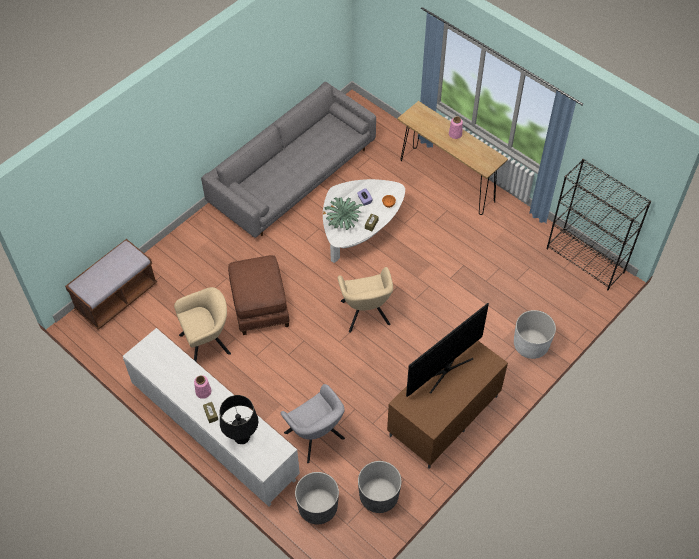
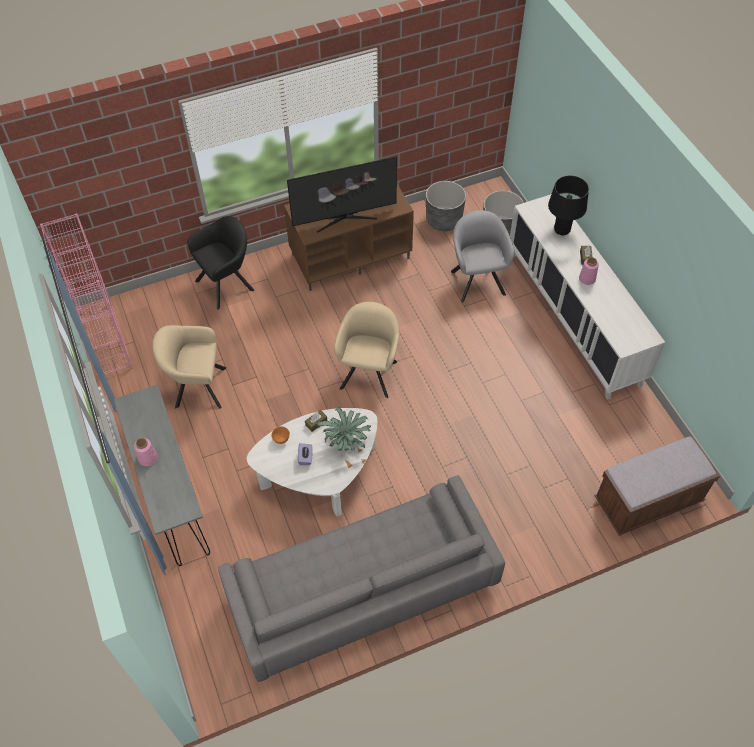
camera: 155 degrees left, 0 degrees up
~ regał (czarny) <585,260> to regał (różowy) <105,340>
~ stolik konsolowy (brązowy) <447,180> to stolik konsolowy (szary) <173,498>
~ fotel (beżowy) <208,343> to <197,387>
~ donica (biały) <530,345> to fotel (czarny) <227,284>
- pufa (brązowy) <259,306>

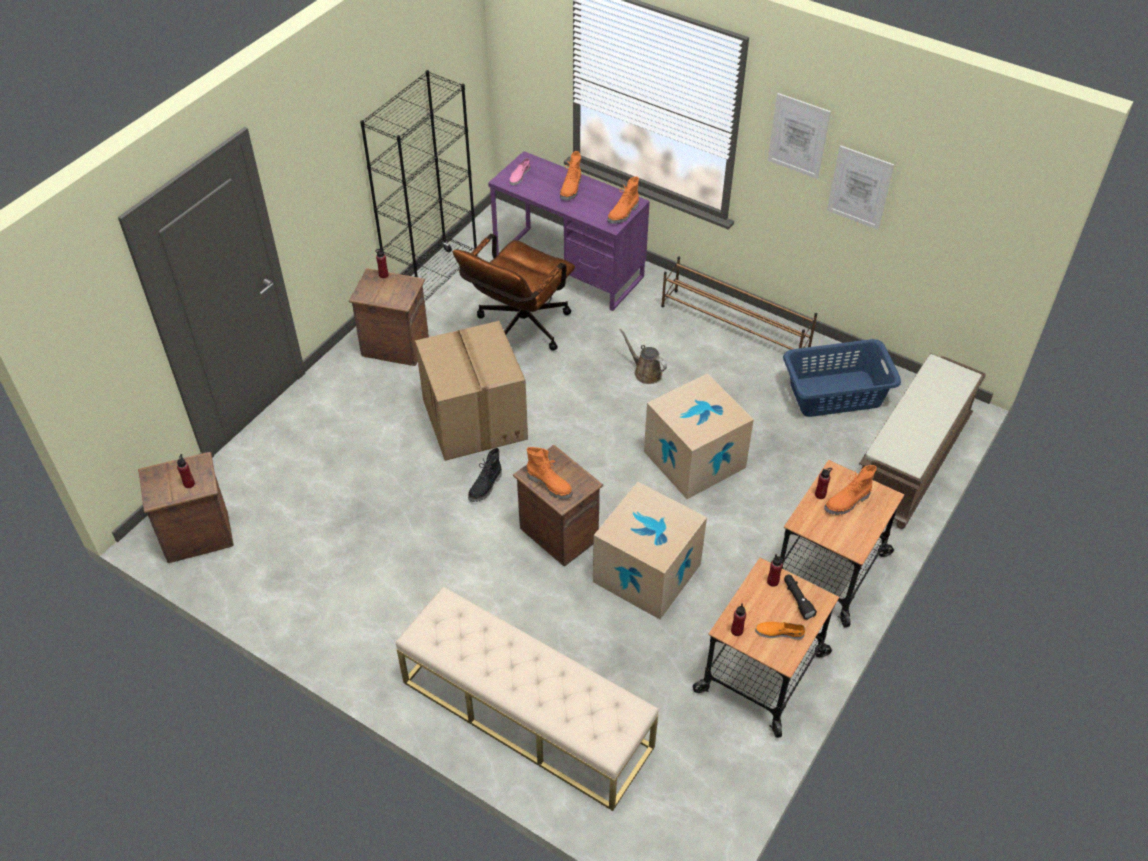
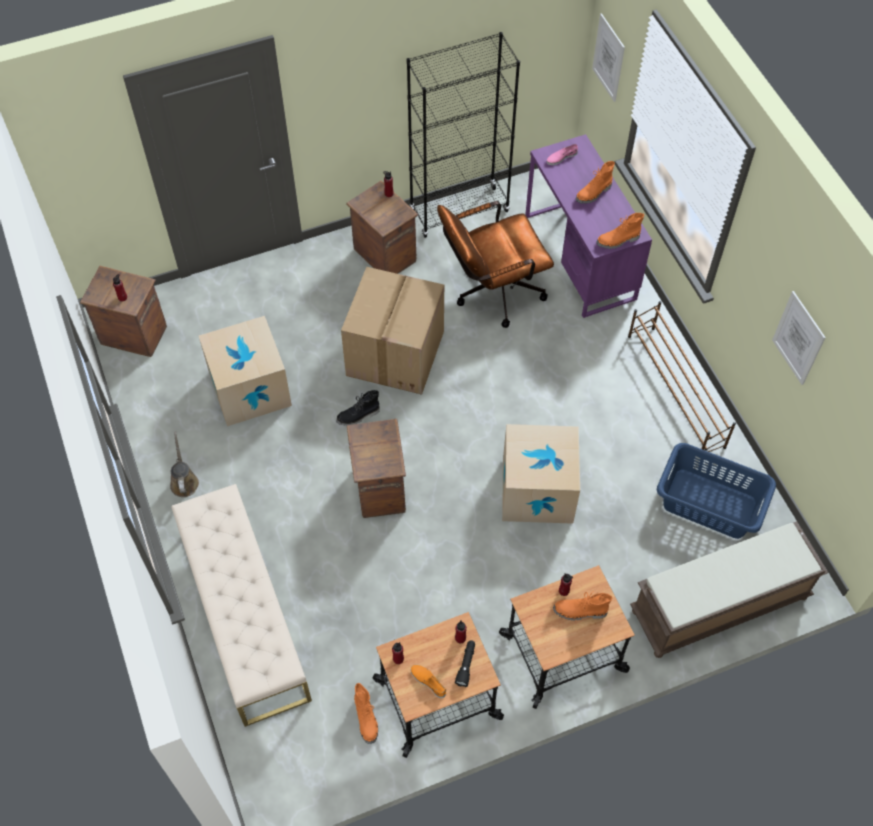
camera: 35 degrees right, 10 degrees up
~ konewka (brązowy) <645,372> to <184,481>
~ karton <647,573> to <250,389>
~ but z cholewką (pomarańczowy) <550,484> to <367,719>
~ obraz <798,136> to <608,58>

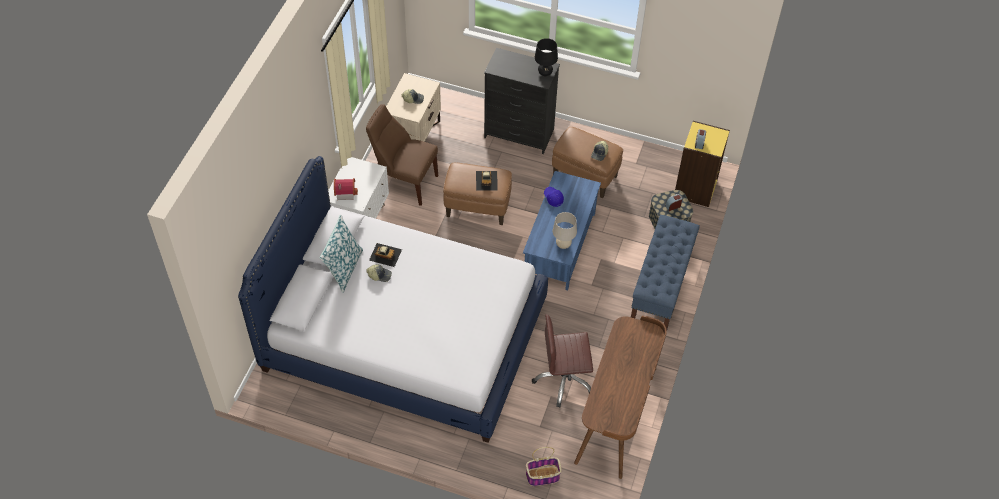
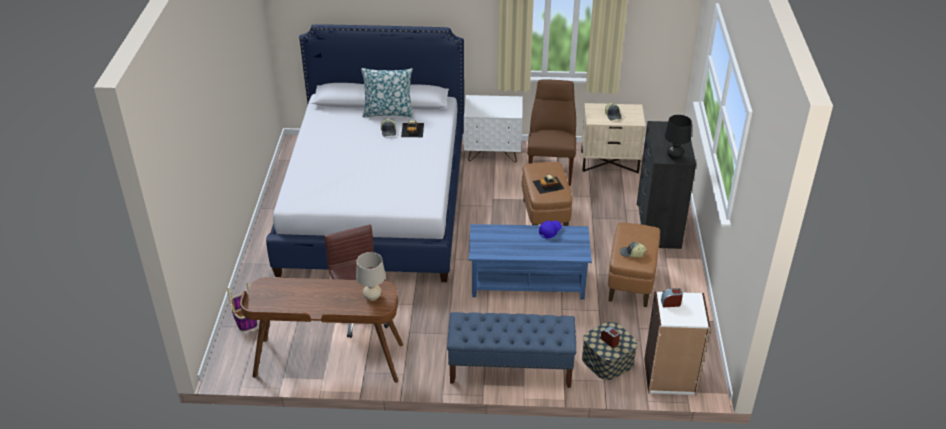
camera: 75 degrees right, 15 degrees down
~ lampa stołowa (beżowy) <563,245> to <372,297>
~ regał (żółty) <696,188> to regał (biały) <669,377>
- domek <344,192>

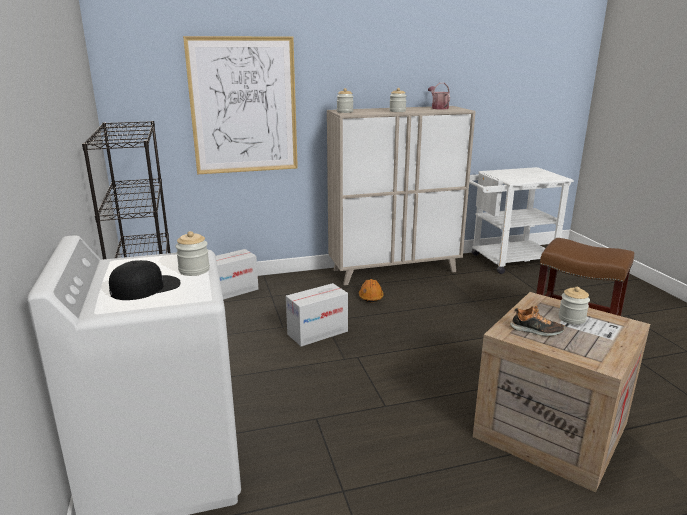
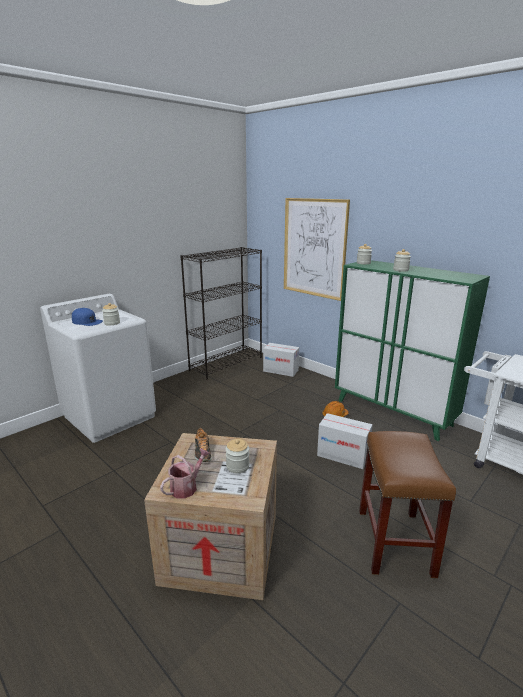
camera: 60 degrees right, 0 degrees up
~ czapka z daszkiem (czarny) <146,287> to czapka z daszkiem (niebieski) <87,321>
~ konewka <438,108> to <186,487>
~ karton <317,332> to <343,455>
~ szafka (beżowy) <394,270> to szafka (zielony) <393,412>

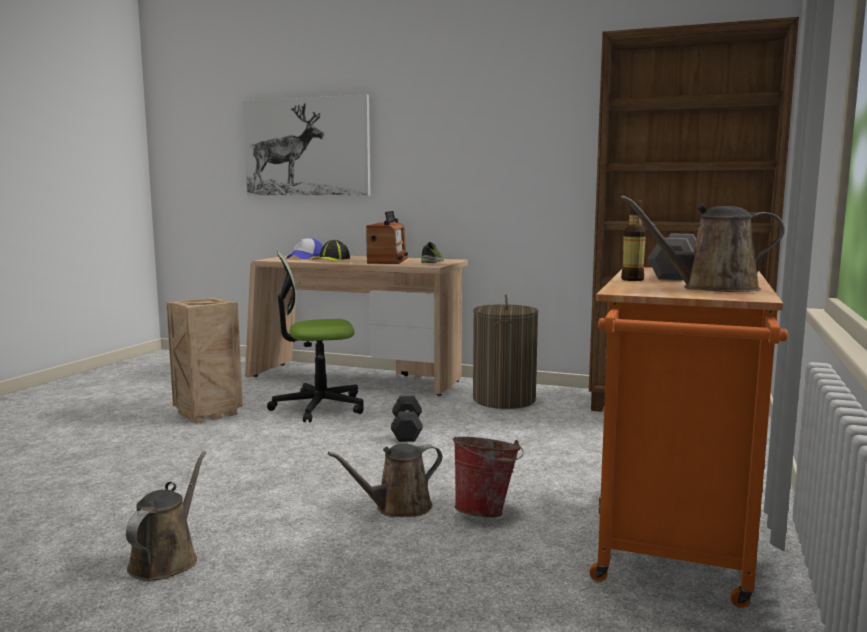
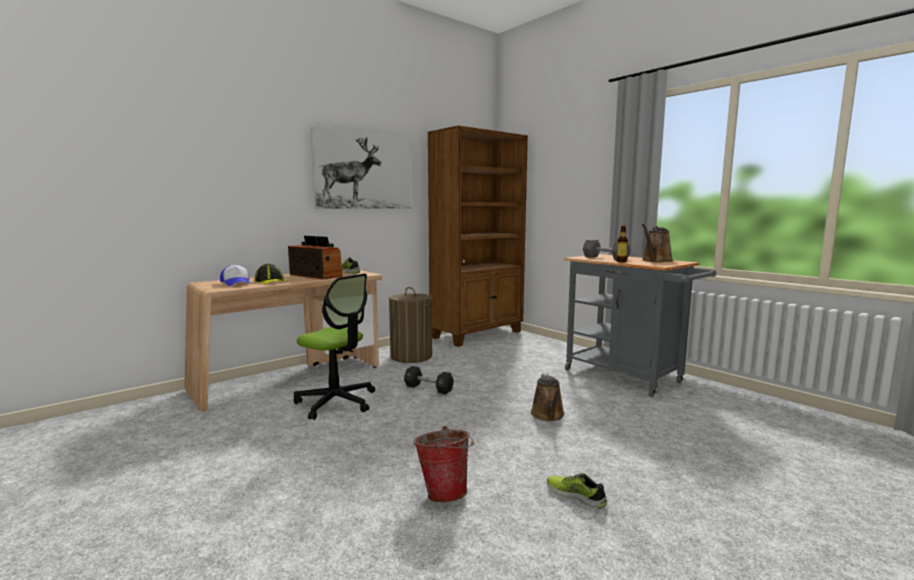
camera: 60 degrees left, 0 degrees up
~ krzesło biurowe <318,407> = <336,402> 75 degrees counterclockwise
~ obraz <306,147> to <364,171>
~ wiadro <486,511> to <444,491>
~ konewka (brązowy) <167,559> to but <576,495>
~ wózek (pomarańczowy) <673,548> to wózek (szary) <629,378>
- skrzynka <208,413>

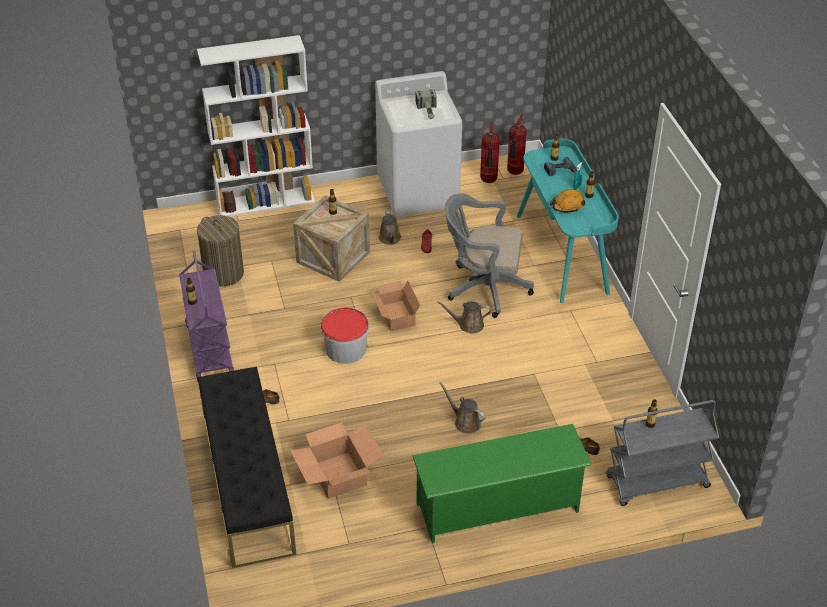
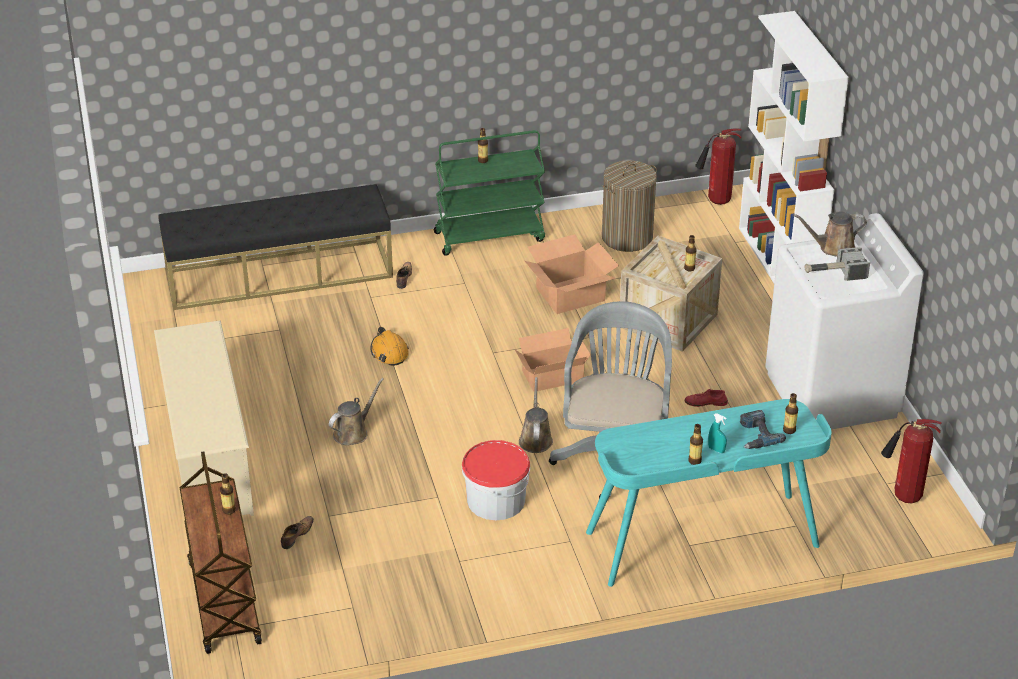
camera: 90 degrees right, 5 degrees down
~ regał na buty (zielony) <498,508> to regał na buty (beżowy) <208,456>
~ wózek (szary) <656,483> to wózek (brązowy) <224,601>
~ kask (pomarańczowy) <567,205> to <389,352>
~ wózek (fioletowy) <209,349> to wózek (zielony) <490,236>
~ wiadro <346,349> to <495,500>
~ karton <338,475> to <570,294>
~ gaśnica <489,181> to <716,201>
~ konewka (brązowy) <390,239> to <833,248>

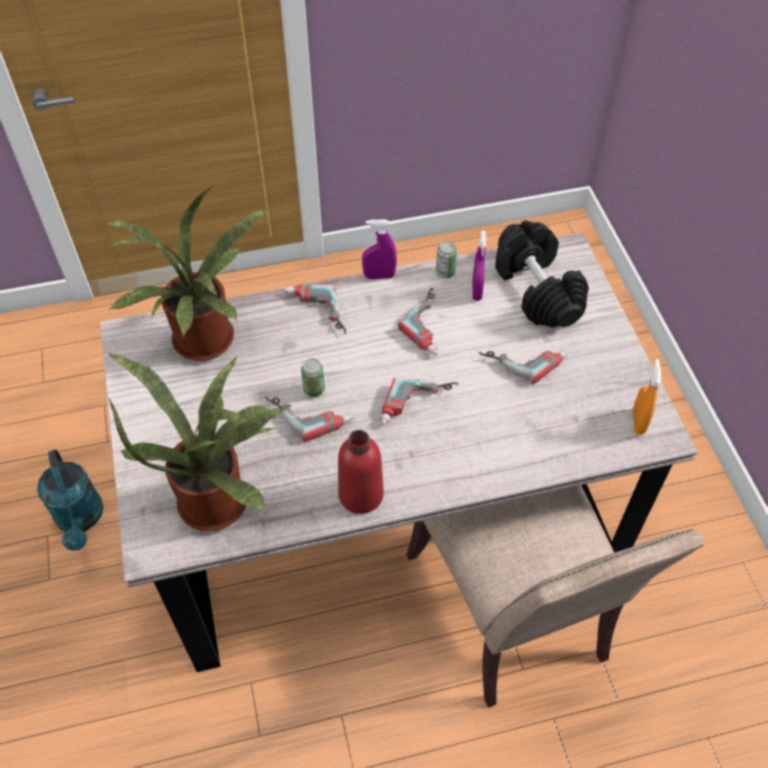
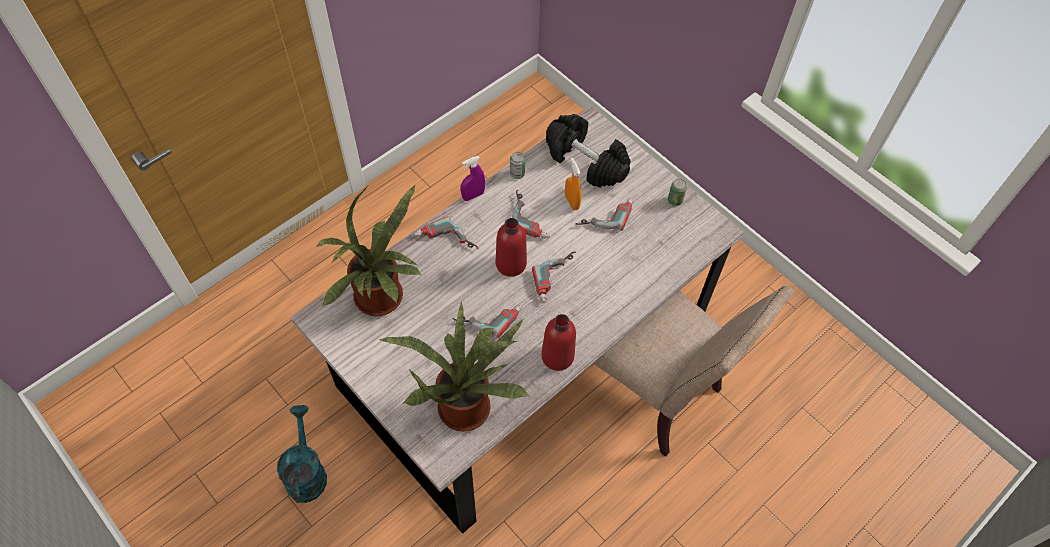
camera: 30 degrees left, 5 degrees up
~ konewka (turkusowy) <80,519> = <306,471> 135 degrees counterclockwise
+ butelka (czerwony) <511,264>
~ spryskiwacz (pomarańczowy) <638,422> to <571,202>
~ puszka <314,390> to <675,200>
- spryskiwacz (fioletowy) <476,291>

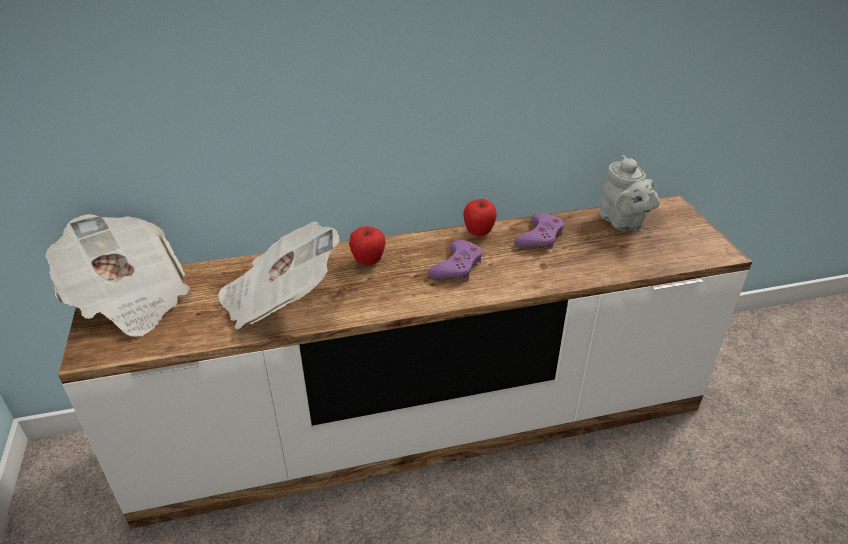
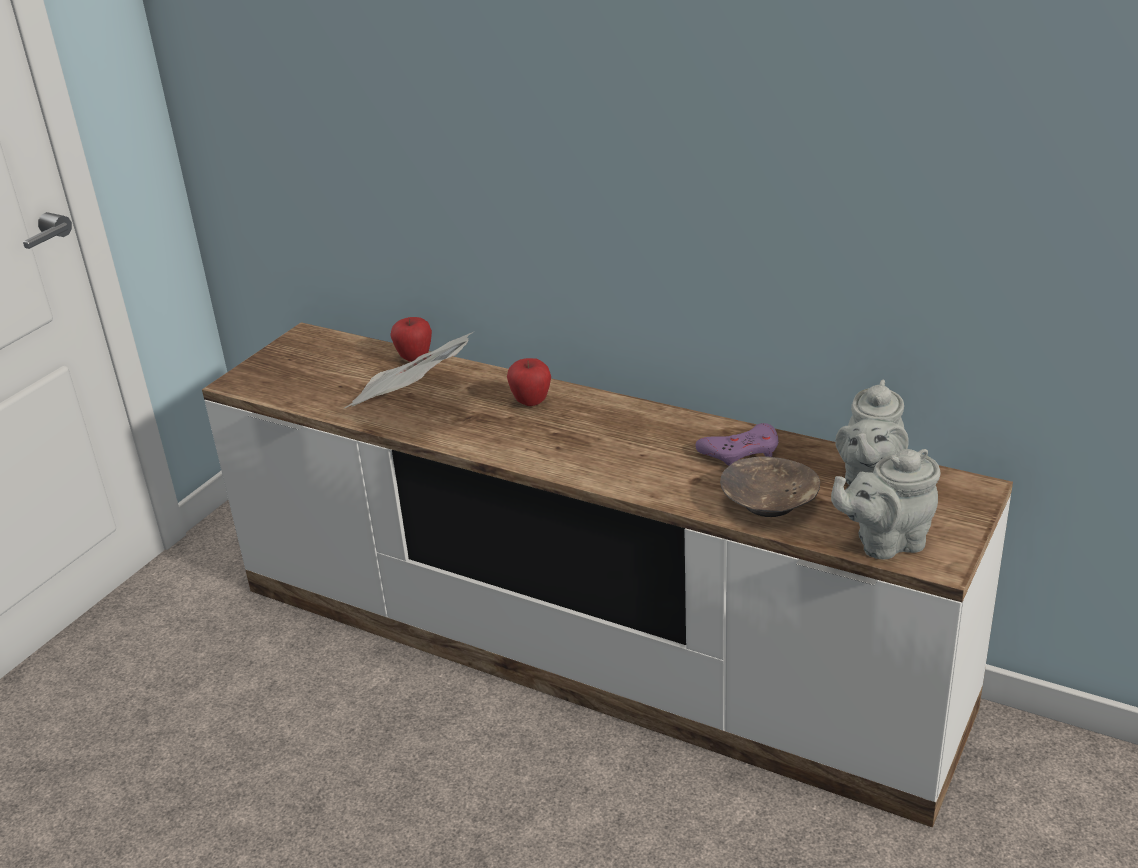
camera: 45 degrees right, 5 degrees down
~ jabłko <478,233> to <414,358>
+ miska (brązowy) <769,502>
+ imbryk (szary) <885,542>
- gazeta <129,299>
- pad do gier (fioletowy) <457,266>

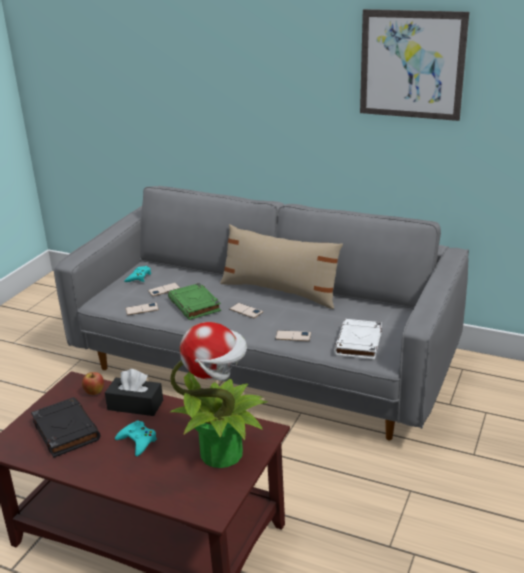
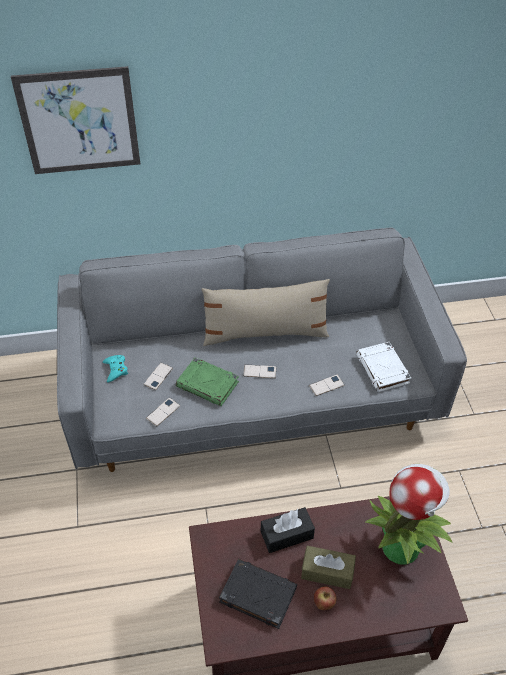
camera: 35 degrees left, 20 degrees up
~ obraz <411,65> to <79,121>
~ pad do gier (turkusowy) <137,441> to pudełko chusteczek (brązowy) <327,572>
~ jabłko <94,393> to <324,603>

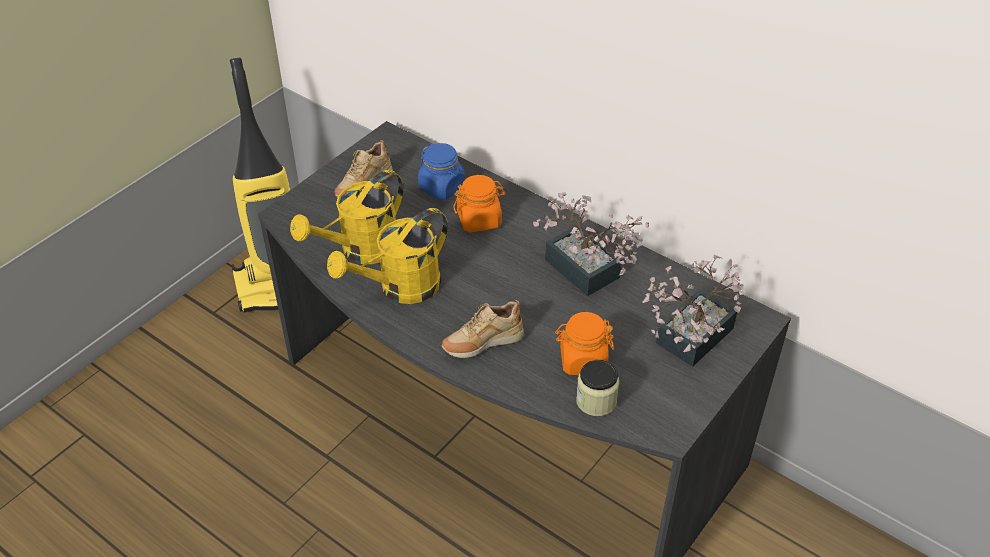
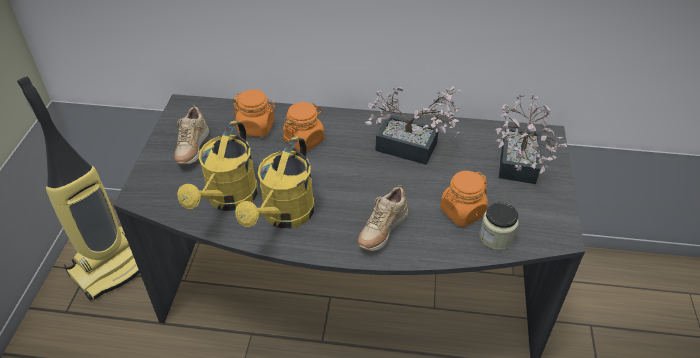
camera: 30 degrees left, 0 degrees up
~ słoik (niebieski) <442,187> to słoik (pomarańczowy) <256,127>

